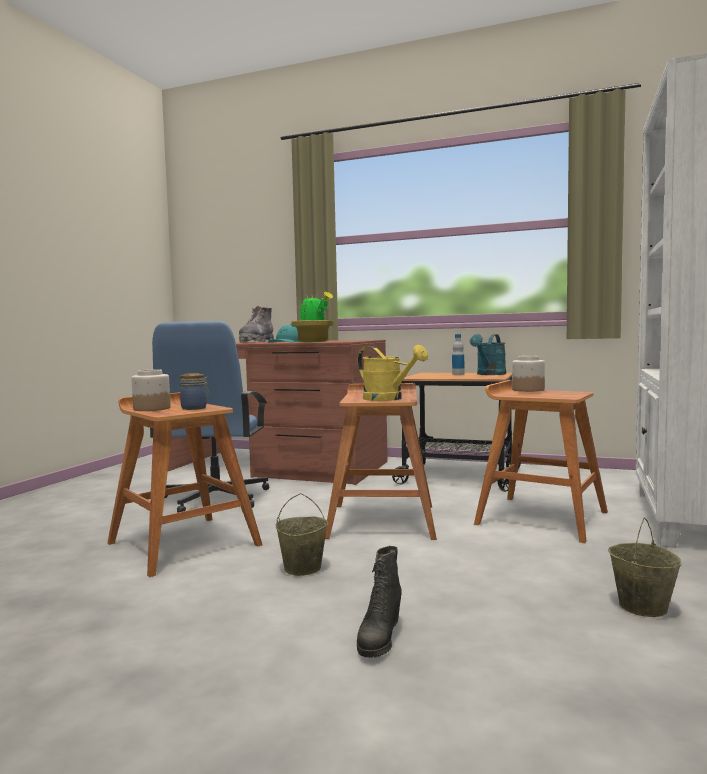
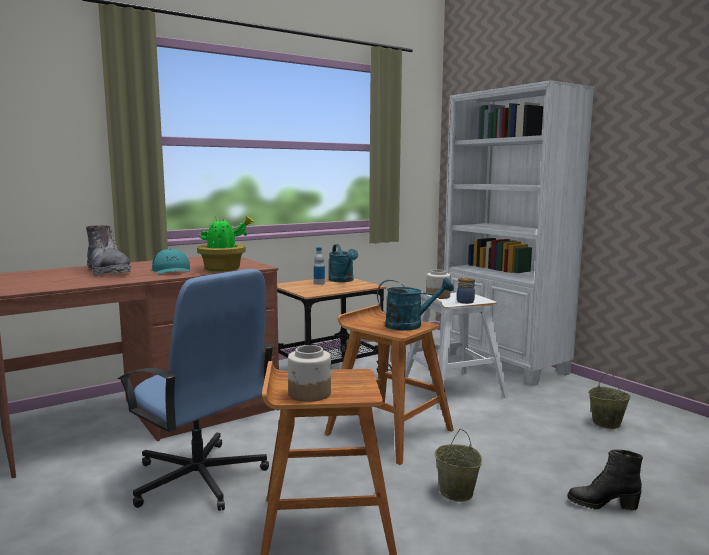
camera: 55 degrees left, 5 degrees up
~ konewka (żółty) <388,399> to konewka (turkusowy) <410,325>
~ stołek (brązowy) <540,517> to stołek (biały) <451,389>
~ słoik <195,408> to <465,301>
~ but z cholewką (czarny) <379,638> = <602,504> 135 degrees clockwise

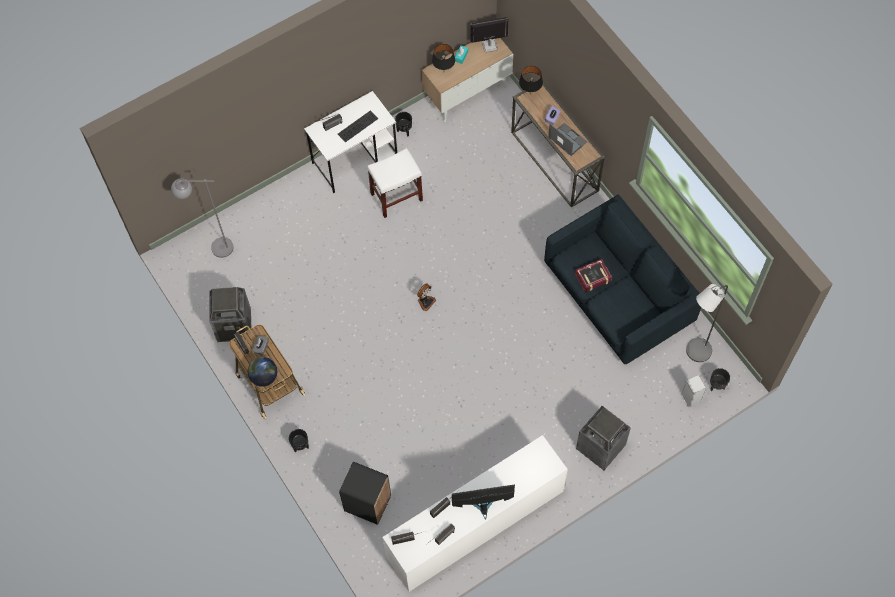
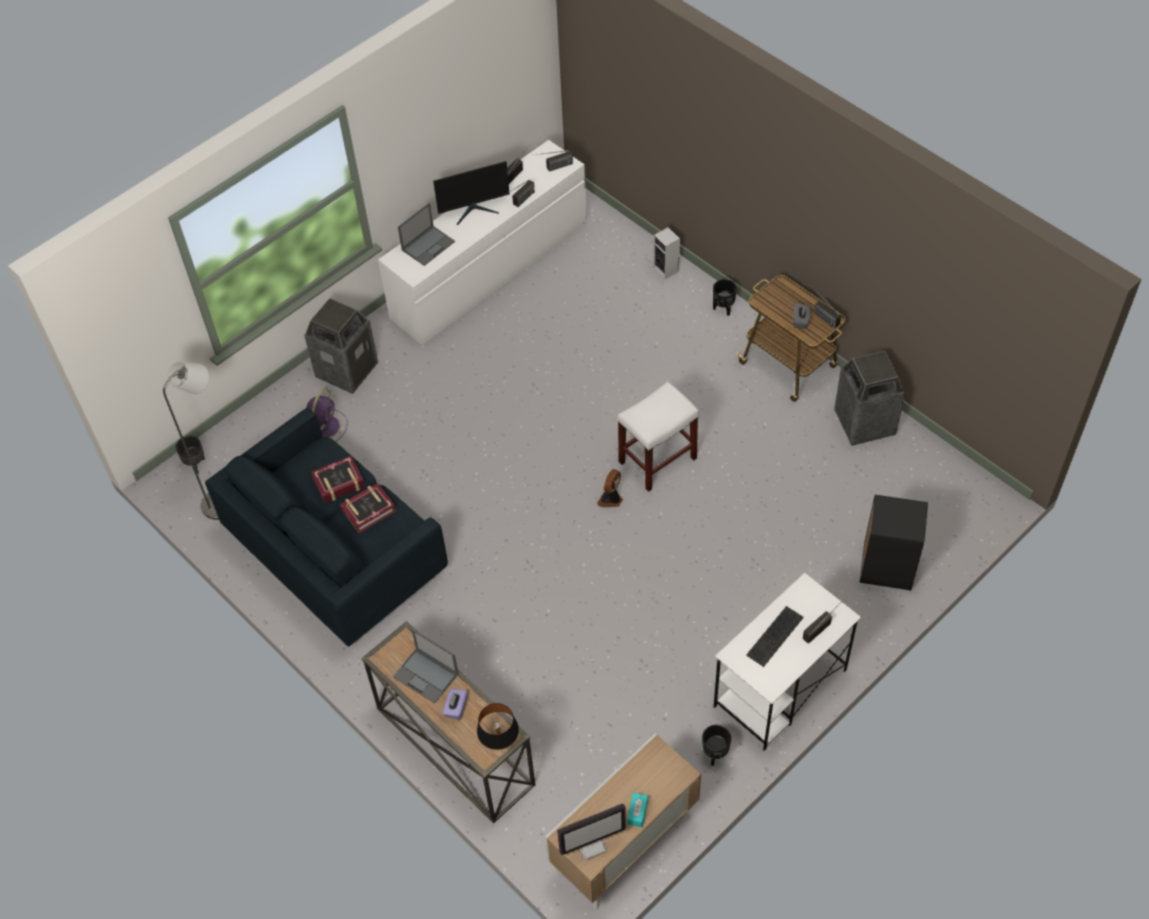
camera: 170 degrees right, 10 degrees down
+ wentylator (fioletowy) <326,426>
+ książka <339,483>
+ laptop <428,245>
~ stołek (biały) <396,197> to <657,460>
~ głośnik <689,397> to <667,269>
~ kosz na śmieci (czarny) <367,503> to <887,569>
- lampa stojąca (szary) <214,248>
- globus <264,377>
- lampa stołowa (czarny) <443,72>

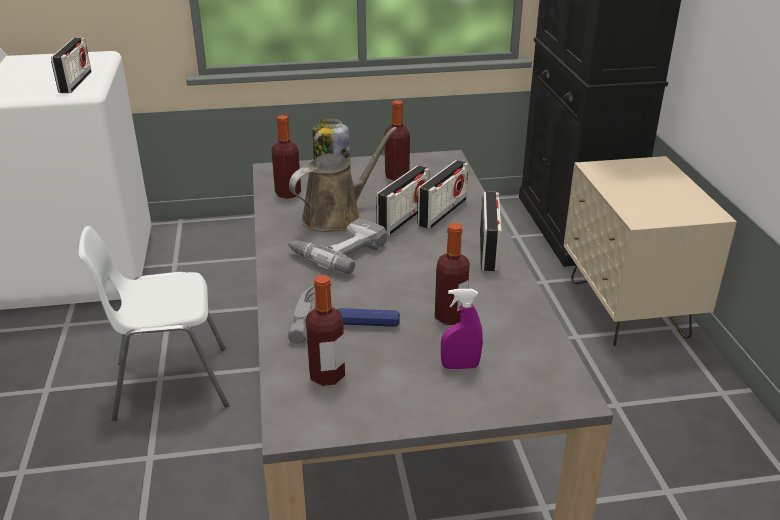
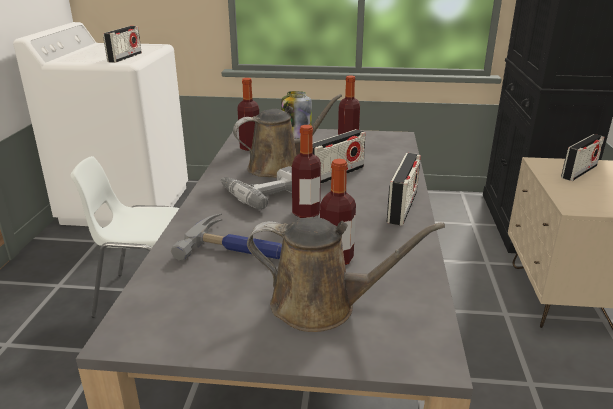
camera: 15 degrees right, 5 degrees down
~ spryskiwacz (fioletowy) <460,366> to konewka (brązowy) <322,306>
~ butelka <327,375> to <306,213>
~ radio <442,212> to <579,172>

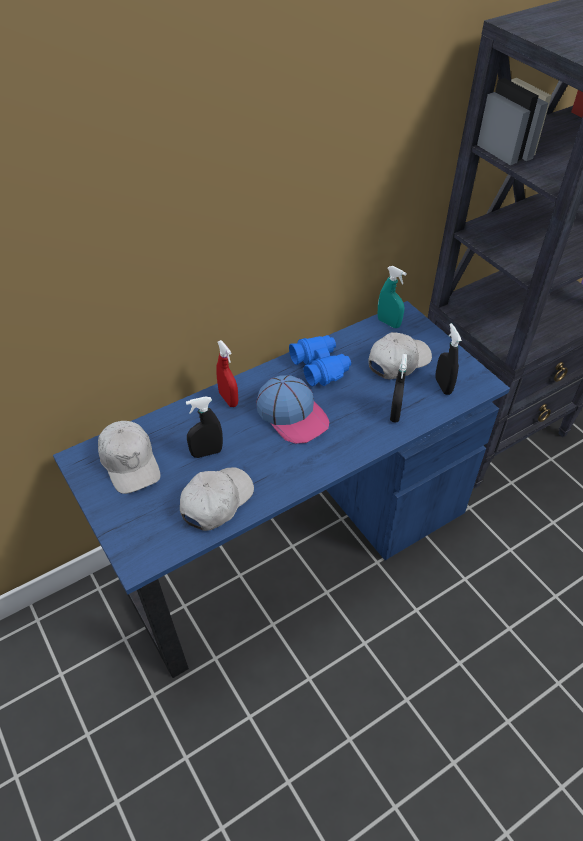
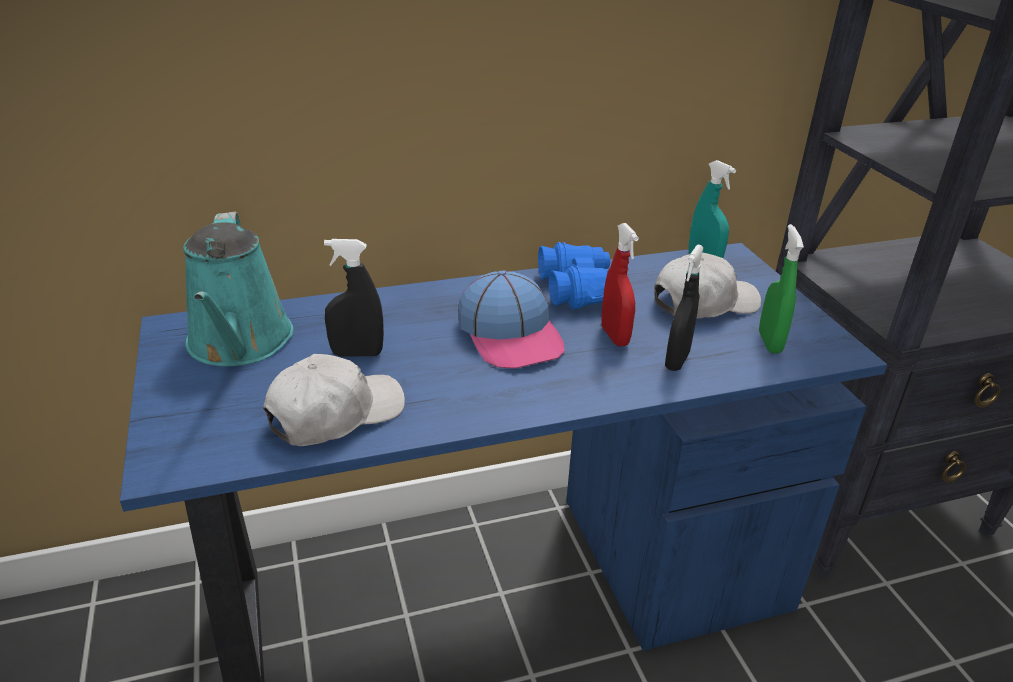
camera: 15 degrees right, 15 degrees down
~ czapka z daszkiem (biały) <130,462> to konewka (turkusowy) <239,344>
~ spryskiwacz (czerwony) <228,399> to <614,336>
~ spryskiwacz (czarny) <443,386> to spryskiwacz (zielony) <769,342>

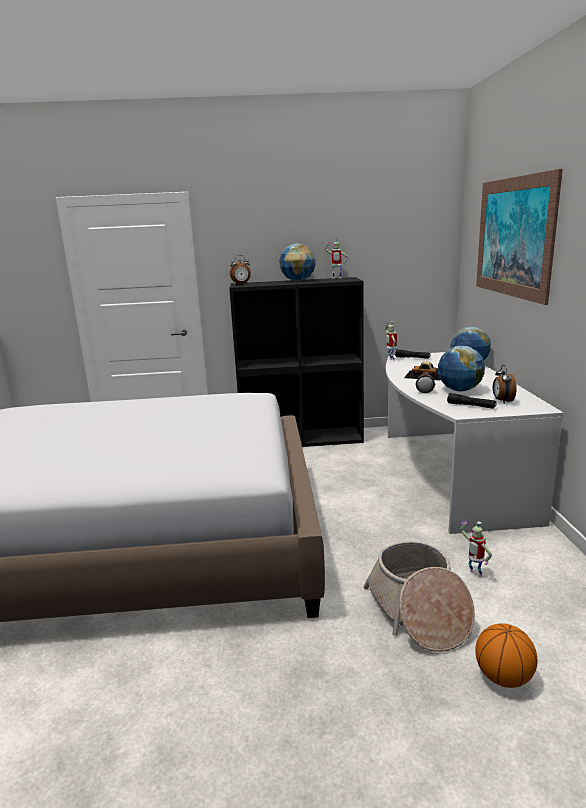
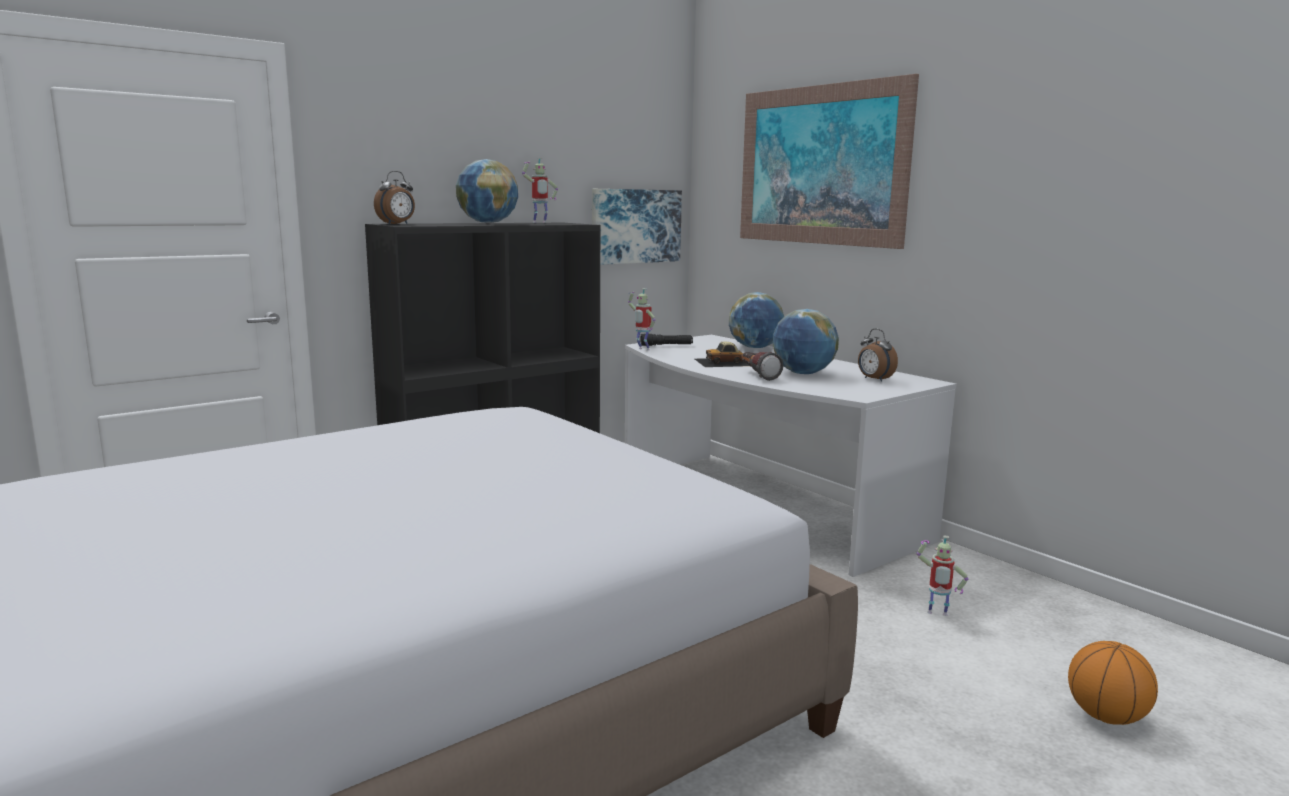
camera: 35 degrees left, 5 degrees down
+ obraz <635,226>
- koszyk <418,612>
- latarka (czarny) <471,406>

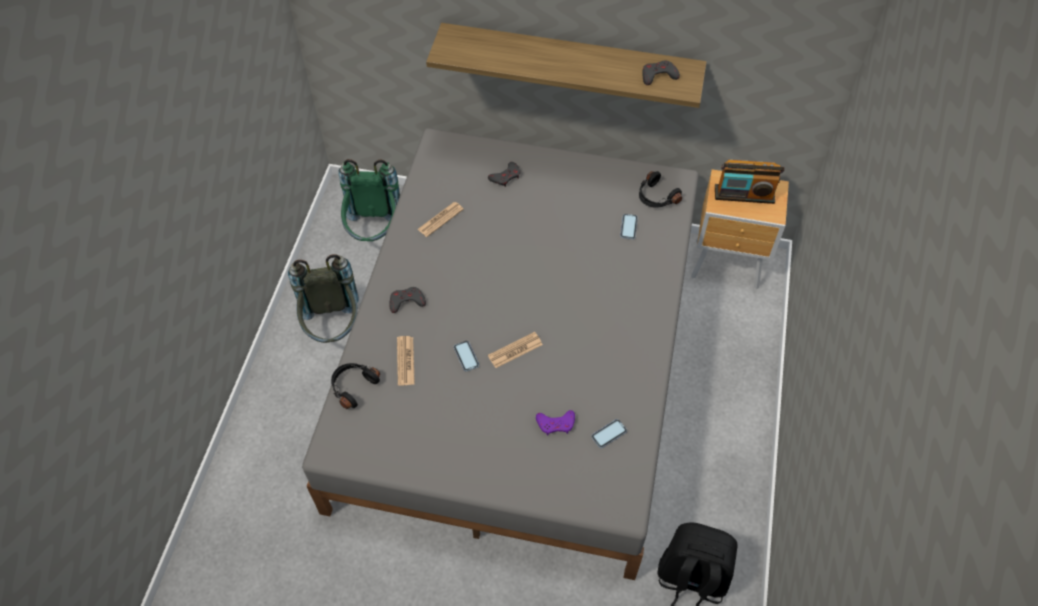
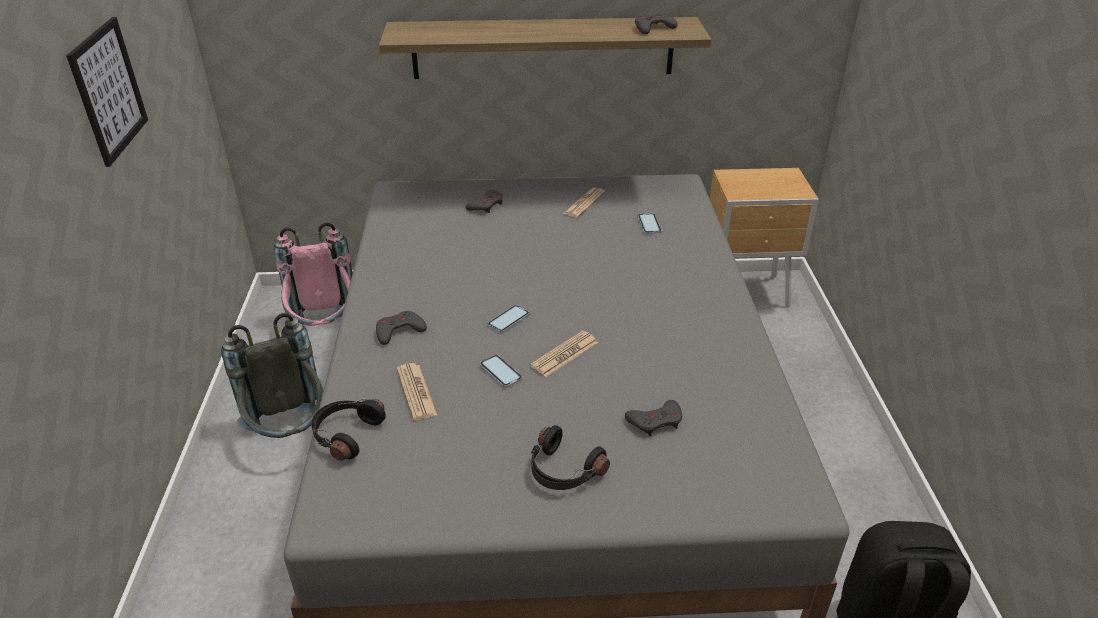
camera: 15 degrees left, 20 degrees down
+ obraz <108,90>
~ plecak (zielony) <374,232> to plecak (różowy) <325,330>
~ telefon <609,434> to <508,320>
~ słuchawki (czarny) <656,197> to <563,471>
~ gazeta <440,219> to <584,203>
~ pad do gier (fioletowy) <556,424> to pad do gier (szary) <655,421>
- radio <744,195>

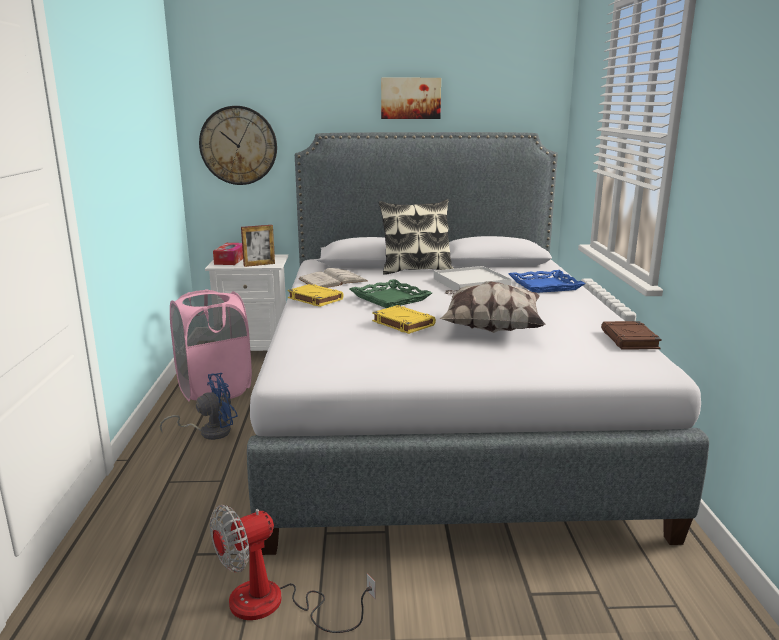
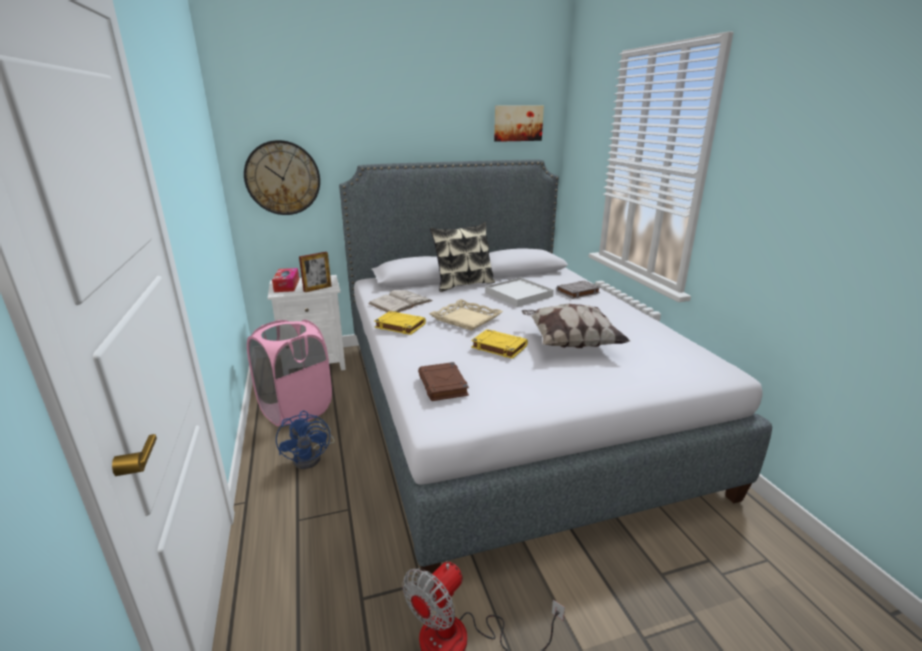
camera: 15 degrees left, 5 degrees up
~ wentylator (niebieski) <209,432> = <312,457> 120 degrees clockwise
~ książka (brązowy) <630,340> to <443,385>
~ taca (zielony) <391,298> to taca (beżowy) <466,319>
~ obraz <410,98> to <518,123>
~ taca (niebieski) <545,286> to książka (szary) <577,292>

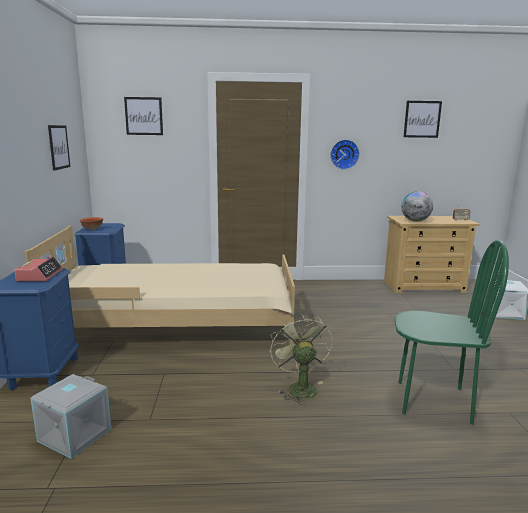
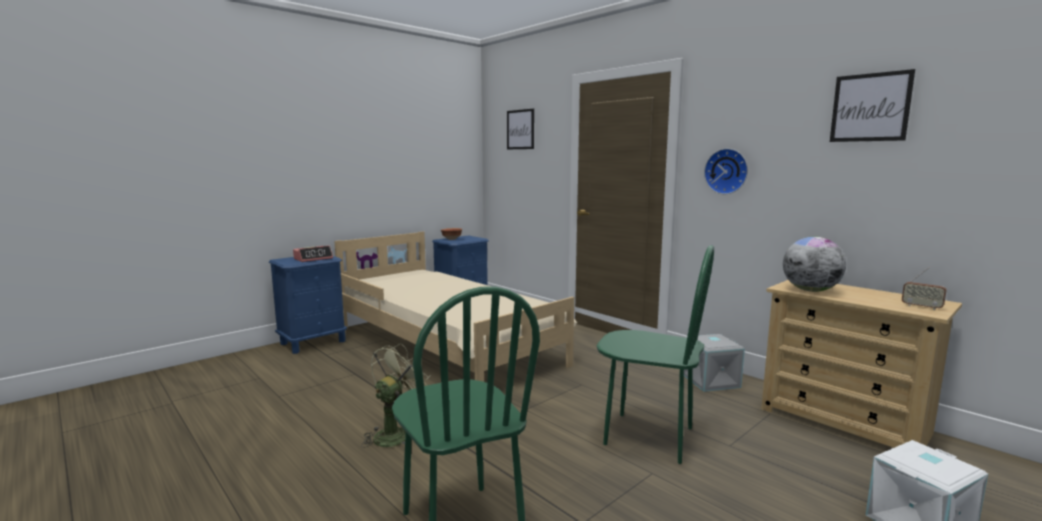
camera: 50 degrees right, 5 degrees down
+ krzesło (zielony) <648,436>
~ pojemnik do przechowywania (szary) <75,436> to <711,381>
- obraz <59,147>

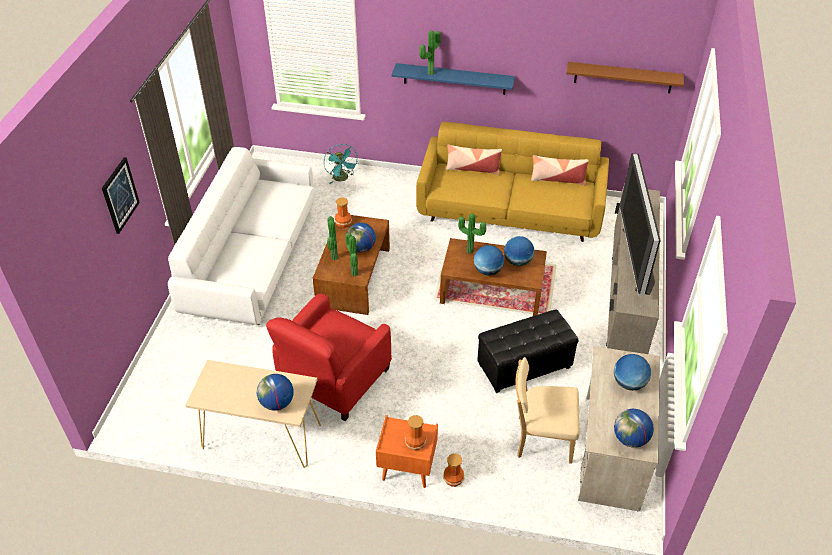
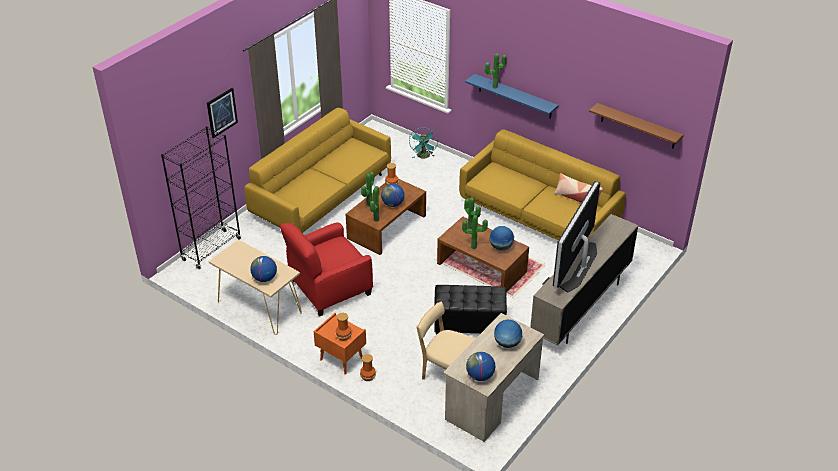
camera: 25 degrees right, 5 degrees down
+ regał (czarny) <211,249>
~ kanapa (biały) <253,261> to kanapa (żółty) <323,195>
~ globus <487,271> to roślina doniczkowa <473,246>
- poduszka <473,168>

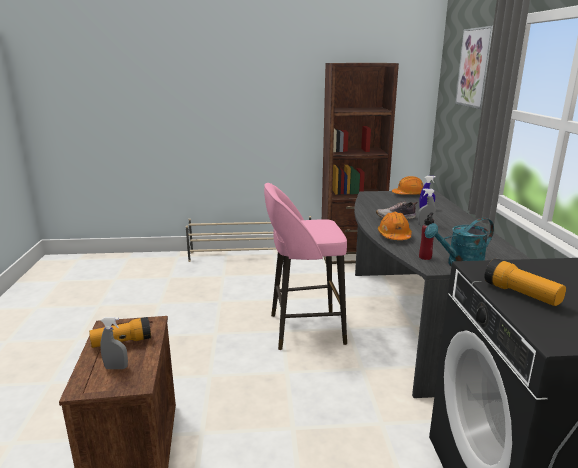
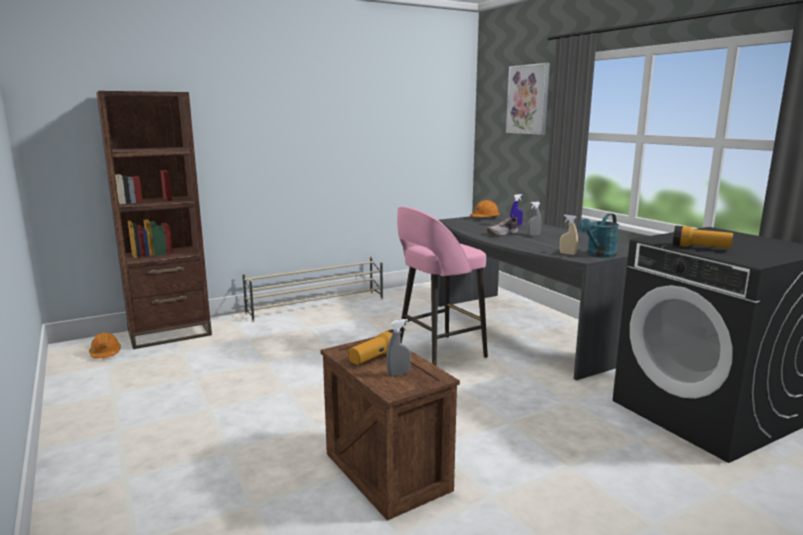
camera: 25 degrees left, 5 degrees down
~ kask (pomarańczowy) <394,236> to <105,354>
~ regał (brązowy) <351,255> to <170,333>
~ butelka (czerwony) <425,257> to spryskiwacz (beżowy) <567,254>

